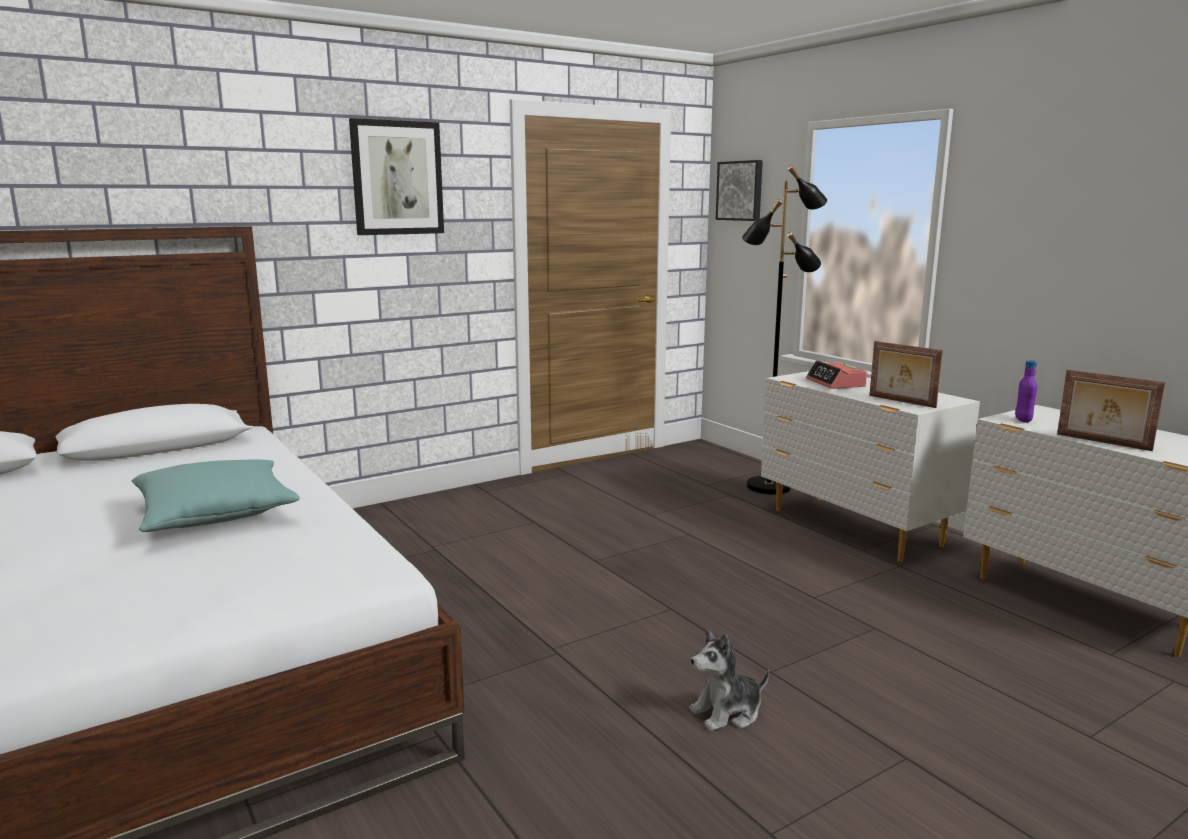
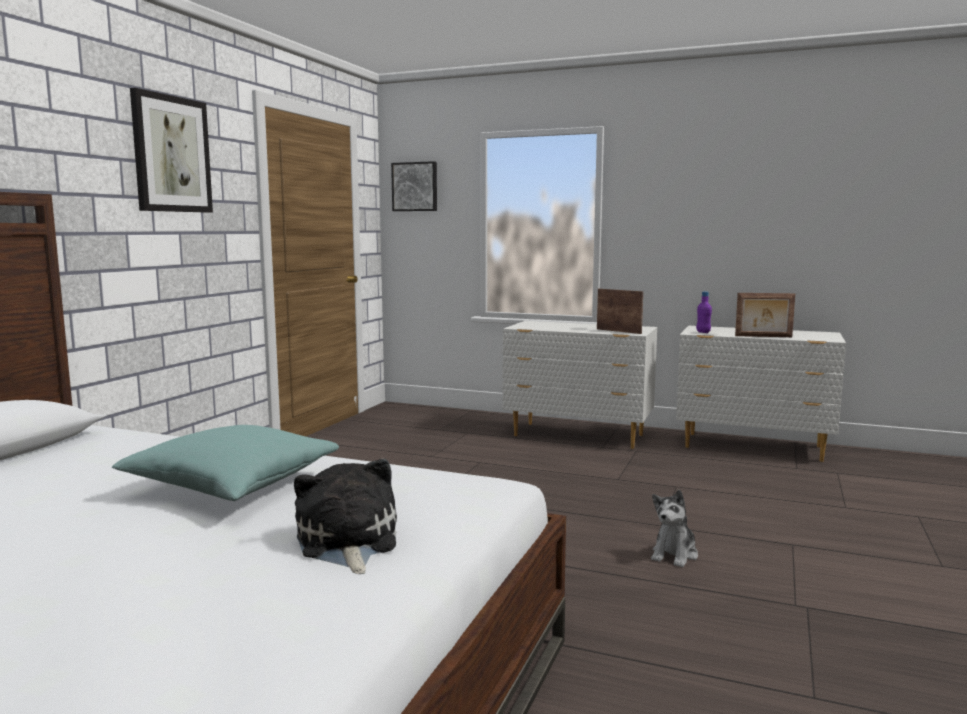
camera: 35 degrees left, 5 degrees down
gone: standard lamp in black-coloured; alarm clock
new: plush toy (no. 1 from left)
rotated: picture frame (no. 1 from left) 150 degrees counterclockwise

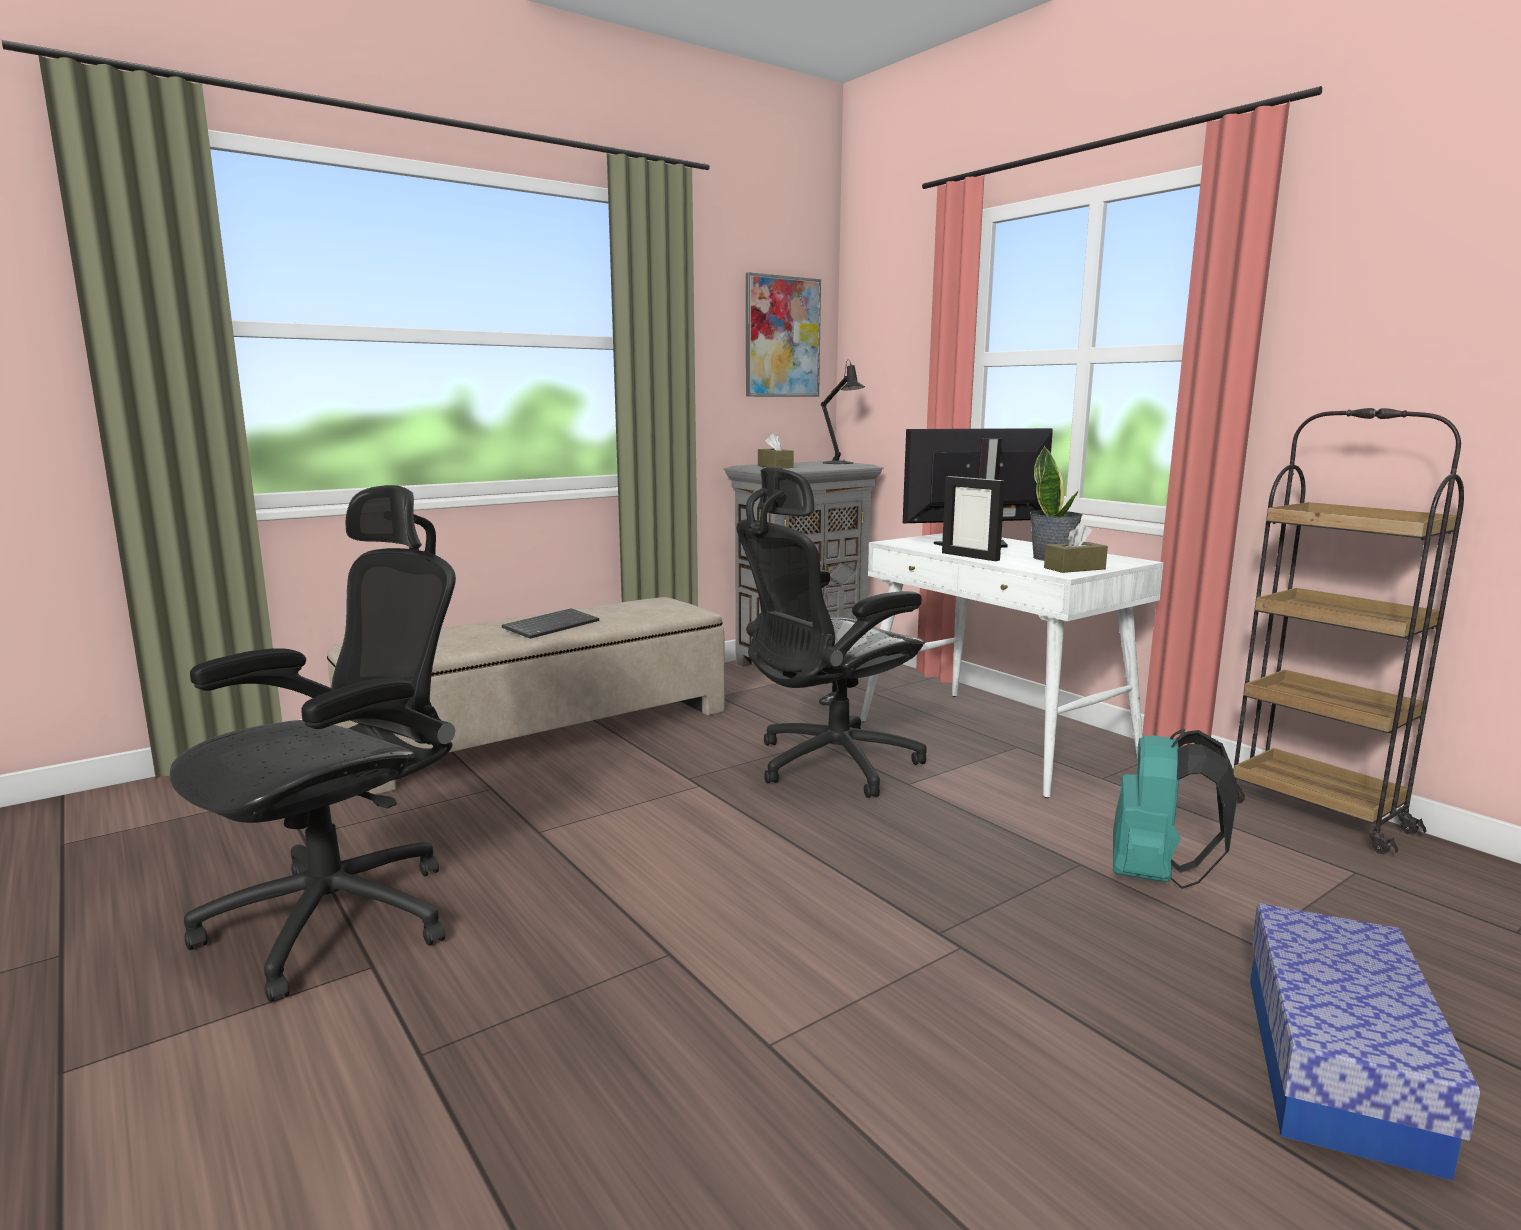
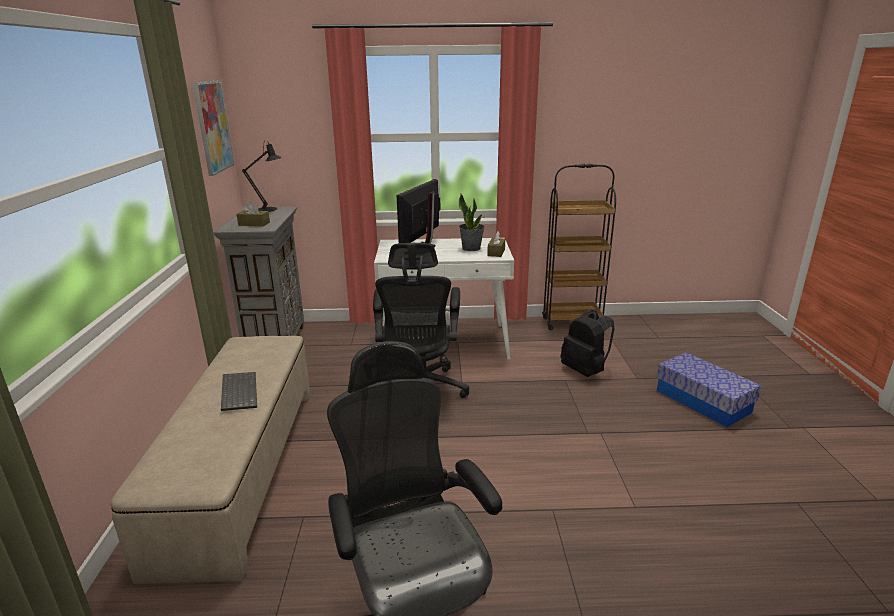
camera: 55 degrees left, 10 degrees up
gone: picture frame
repainted: rucksack in turquoise-coloured to rucksack in black-coloured

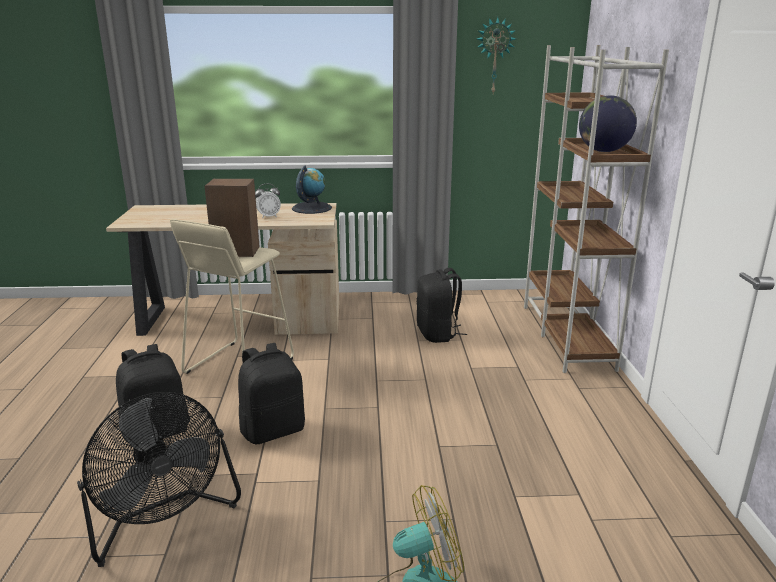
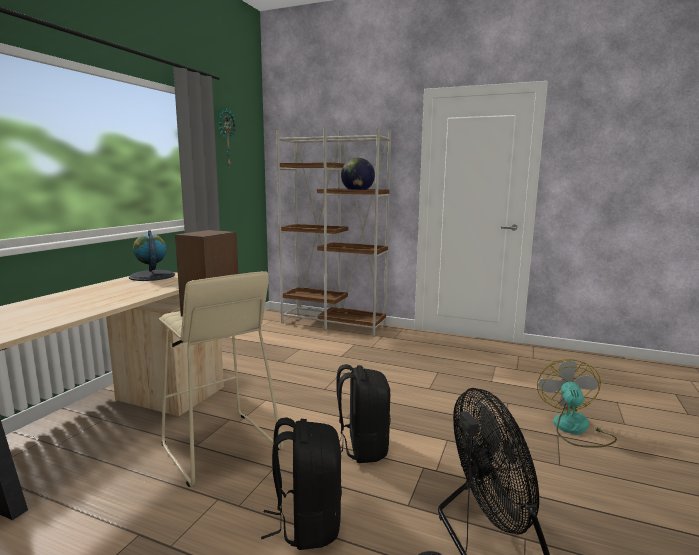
camera: 65 degrees left, 10 degrees down
gone: alarm clock; rucksack in black-coloured (no. 3 from left)

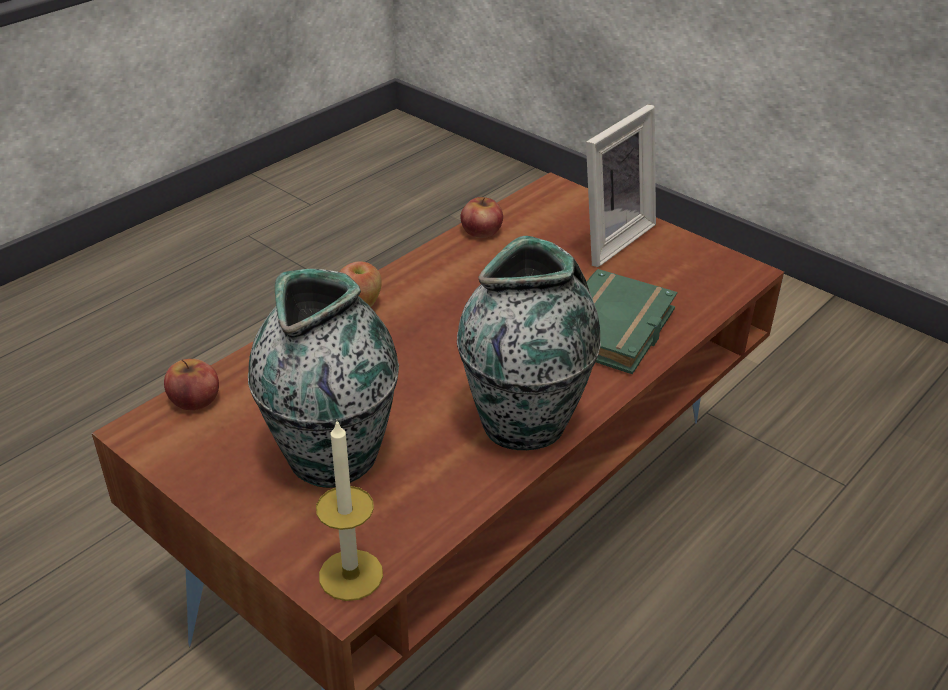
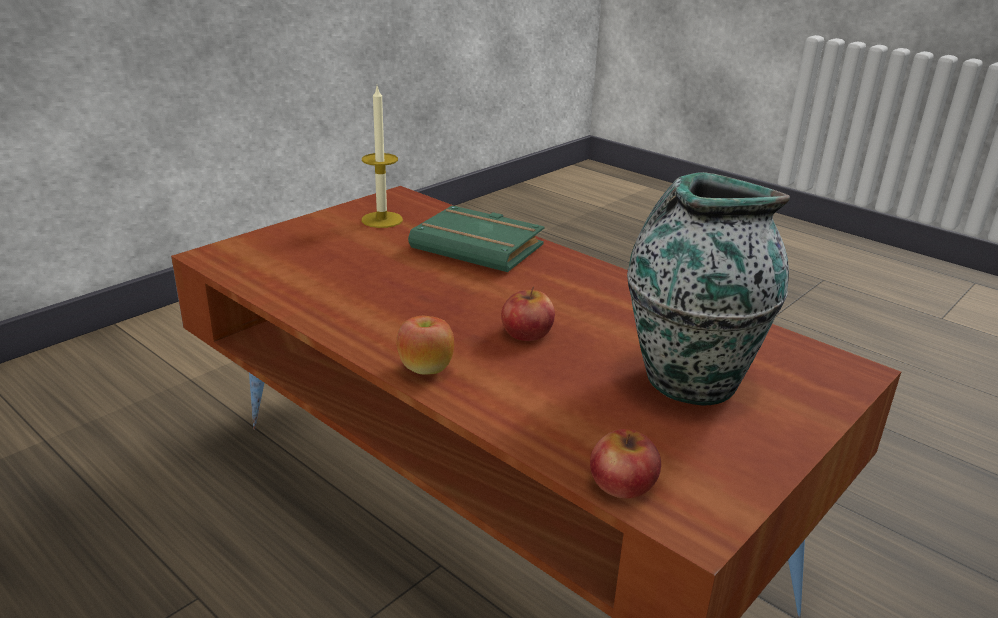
camera: 90 degrees left, 10 degrees down
gone: picture frame; flower vase (no. 2 from left)
shifted: whole apple (no. 3 from left in the first image) to whole apple (no. 2 from left); candle

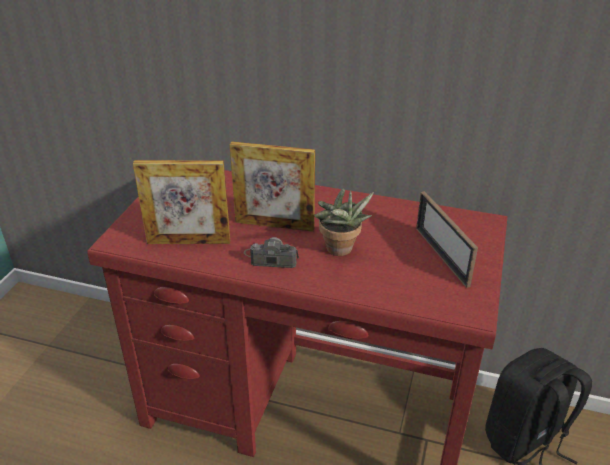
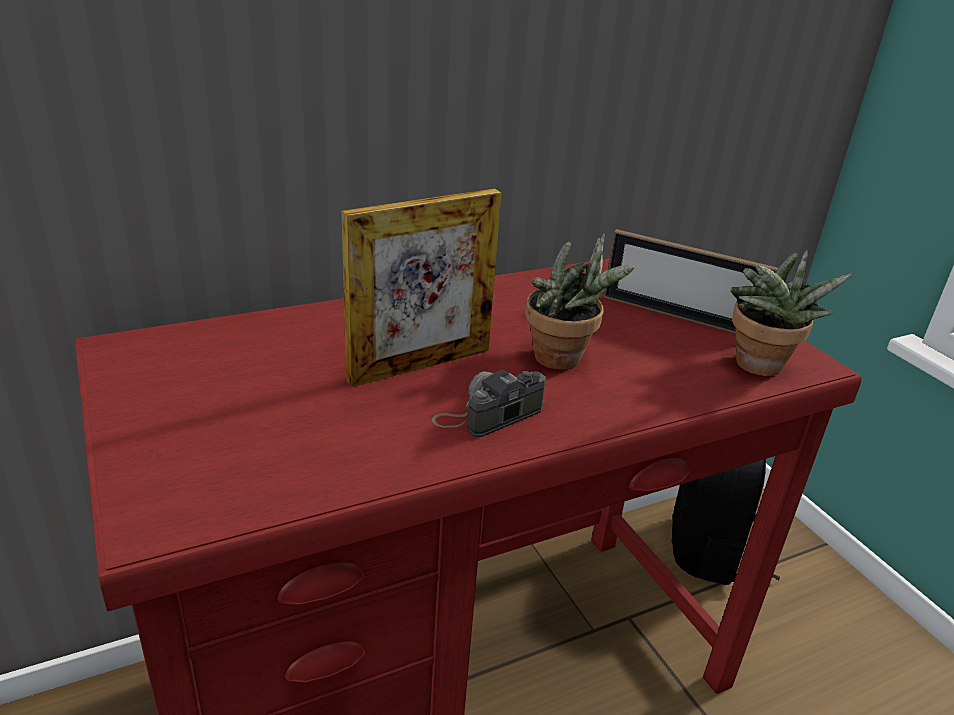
camera: 45 degrees left, 5 degrees down
gone: picture frame (no. 1 from left)
new: potted plant (no. 2 from left)

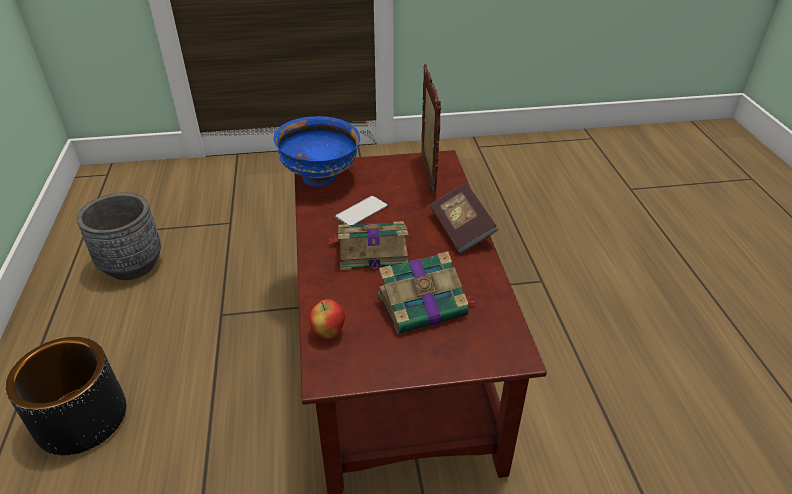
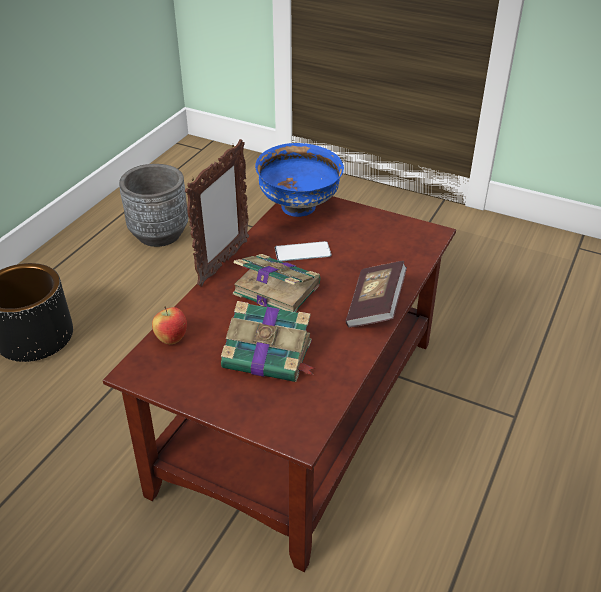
camera: 35 degrees right, 0 degrees up
shifted: picture frame

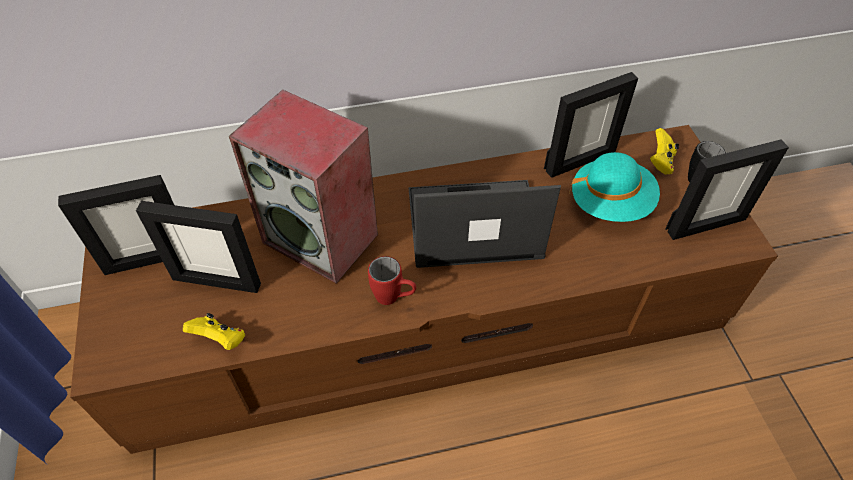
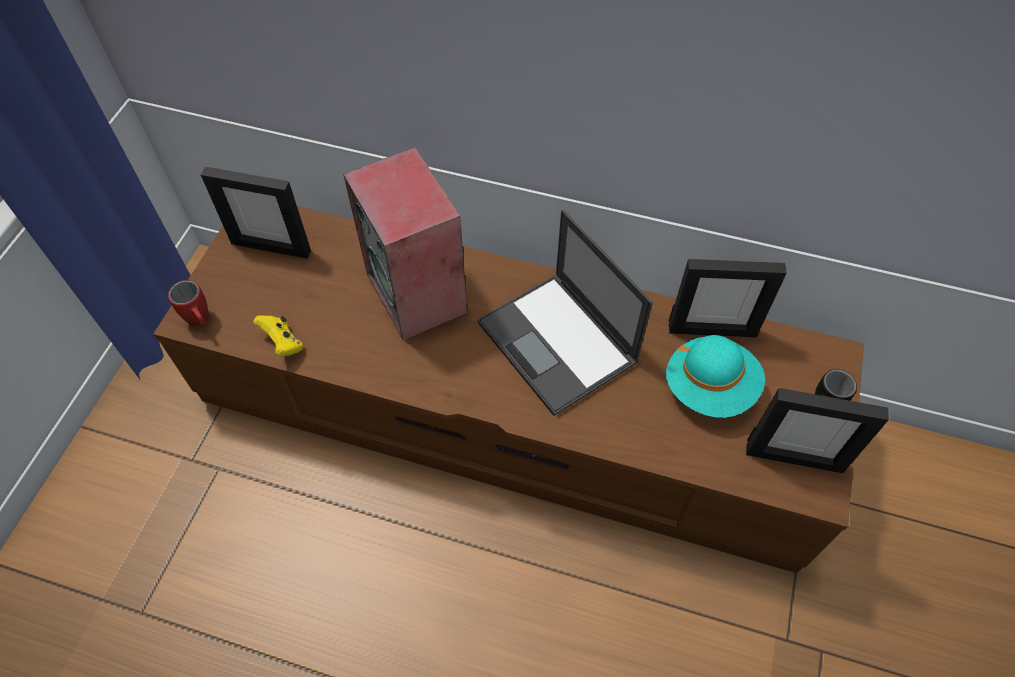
camera: 30 degrees right, 5 degrees up
gone: joypad in yellow (no. 2 from left); picture frame (no. 2 from left)
shifted: tea mug in red-coloured
rotated: laptop 150 degrees counterclockwise

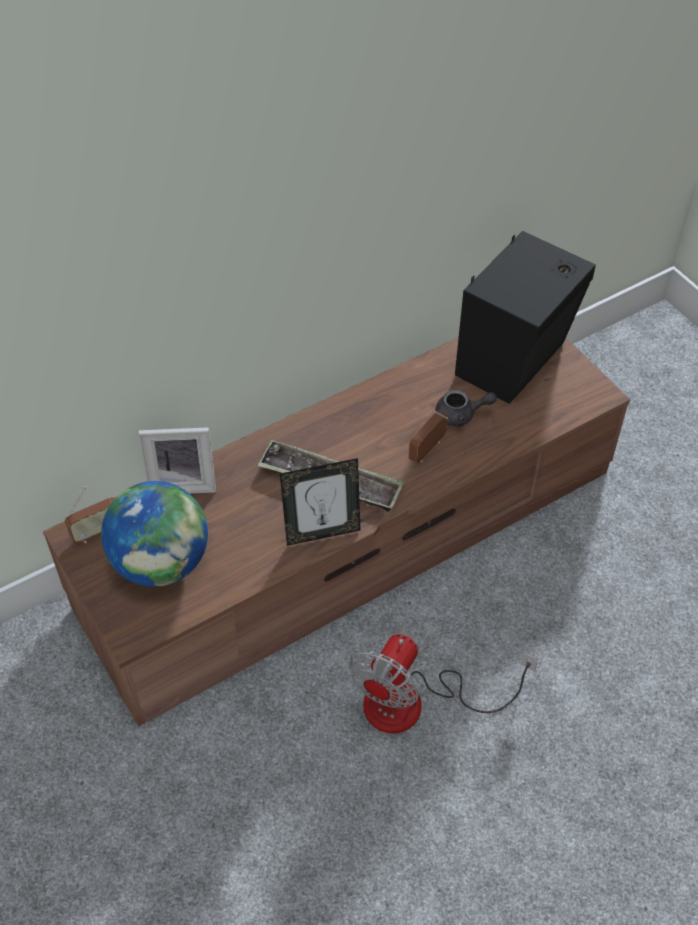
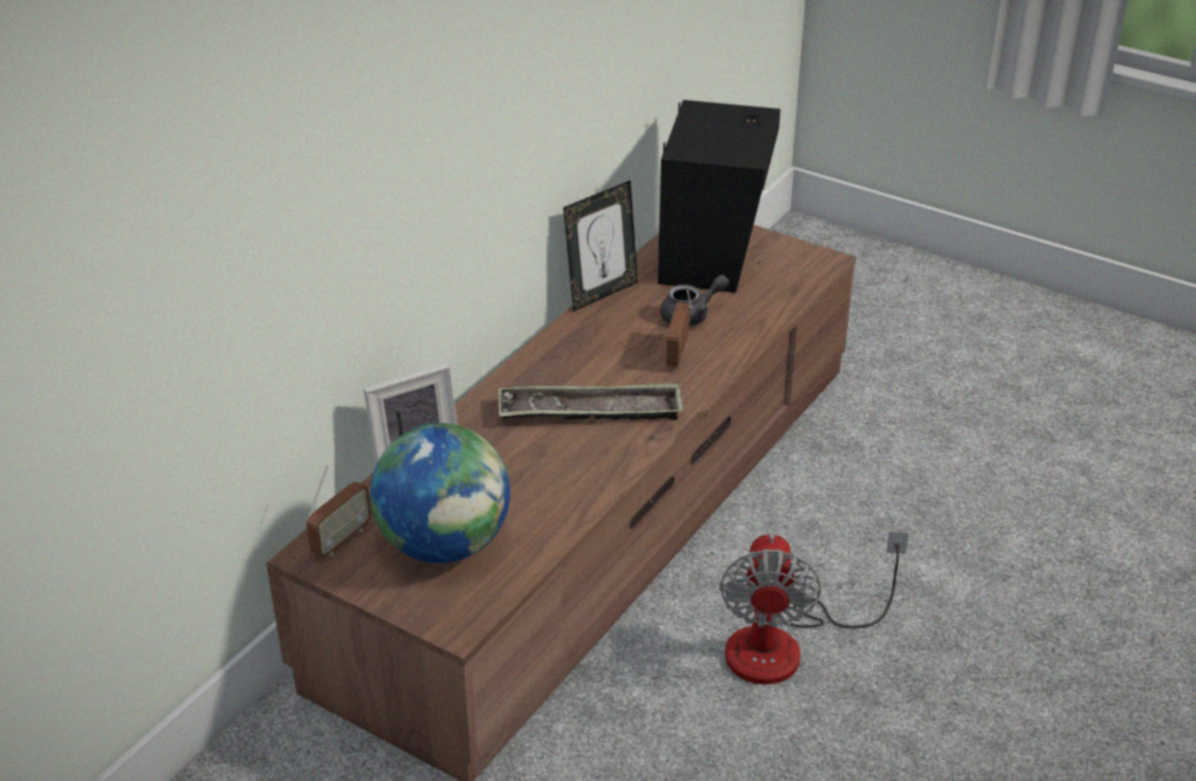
camera: 25 degrees left, 15 degrees down
shifted: picture frame (no. 2 from left)

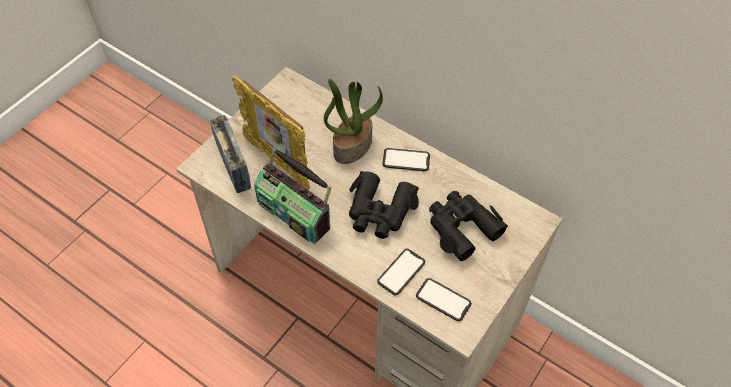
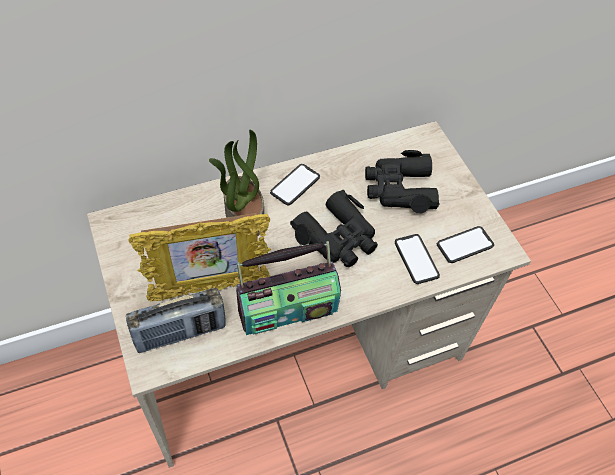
camera: 60 degrees left, 0 degrees up
rotated: radio set (no. 1 from left) 150 degrees clockwise

